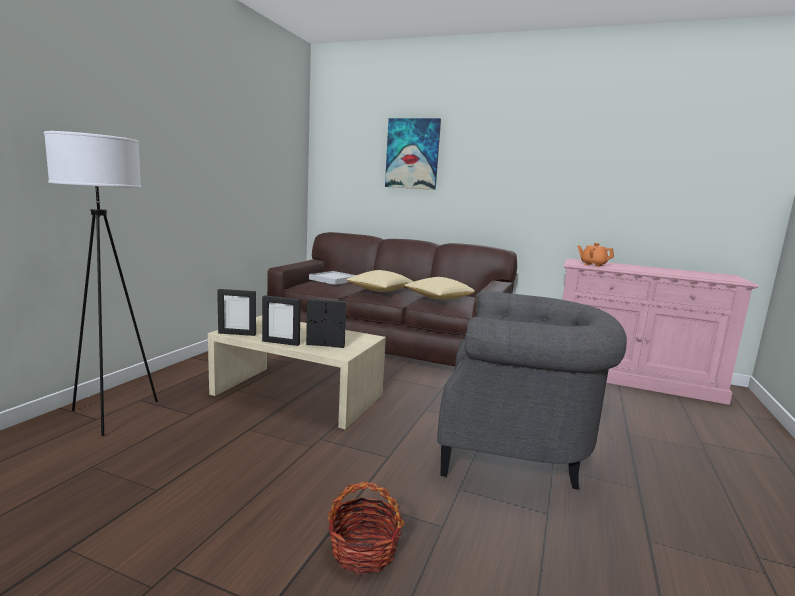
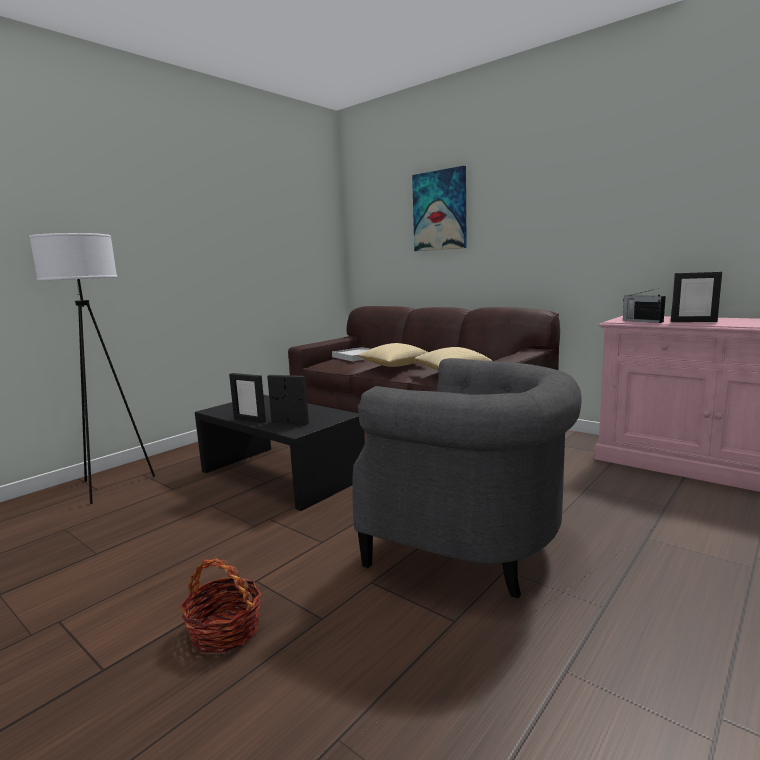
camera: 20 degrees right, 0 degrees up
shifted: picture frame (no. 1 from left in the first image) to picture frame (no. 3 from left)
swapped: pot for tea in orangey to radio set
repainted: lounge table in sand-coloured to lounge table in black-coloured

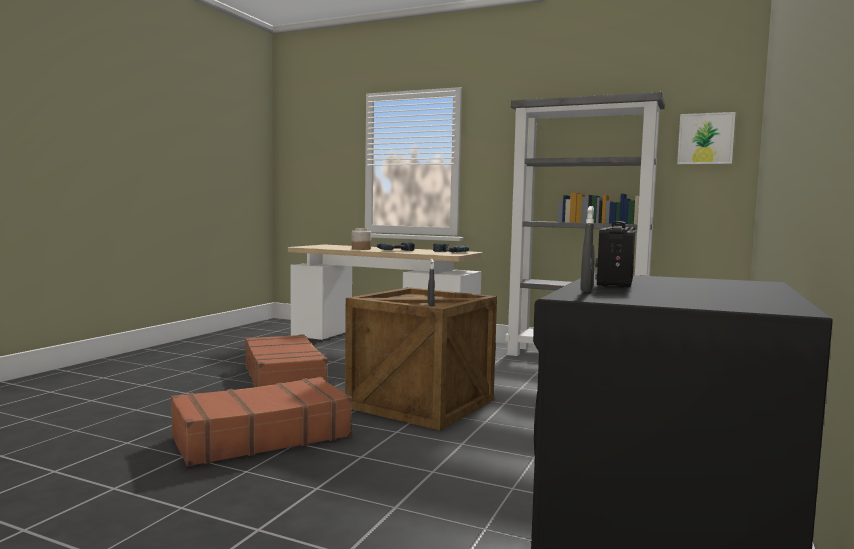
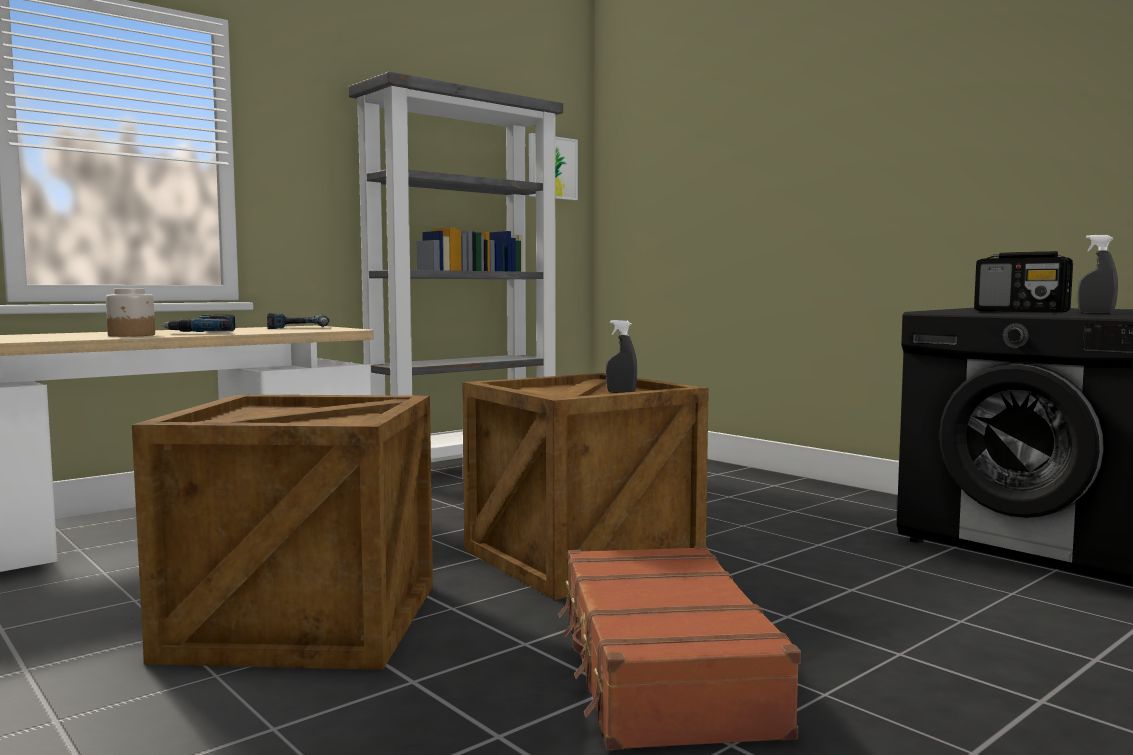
camera: 65 degrees left, 0 degrees up
swapped: travel case in brownish (no. 2 from left) to crate (no. 1 from left)

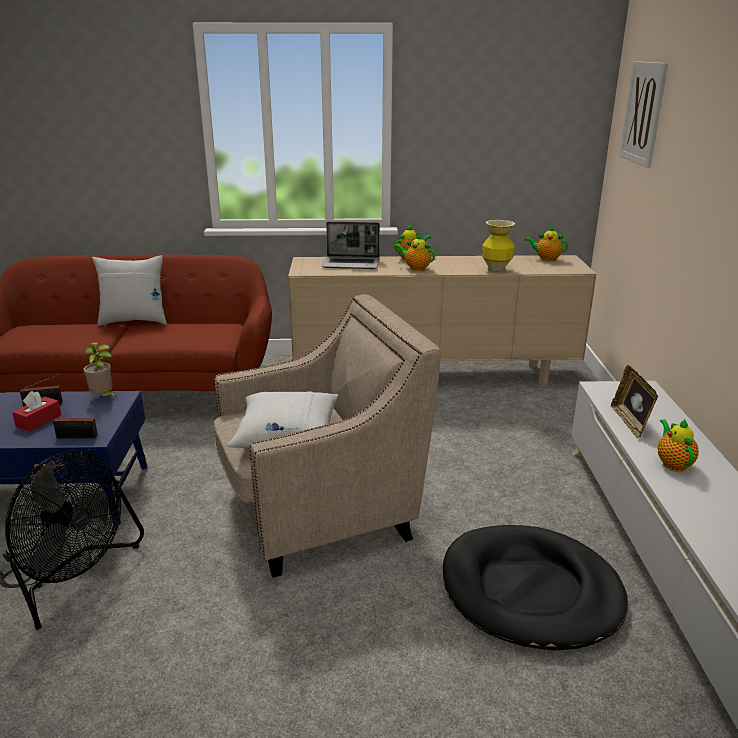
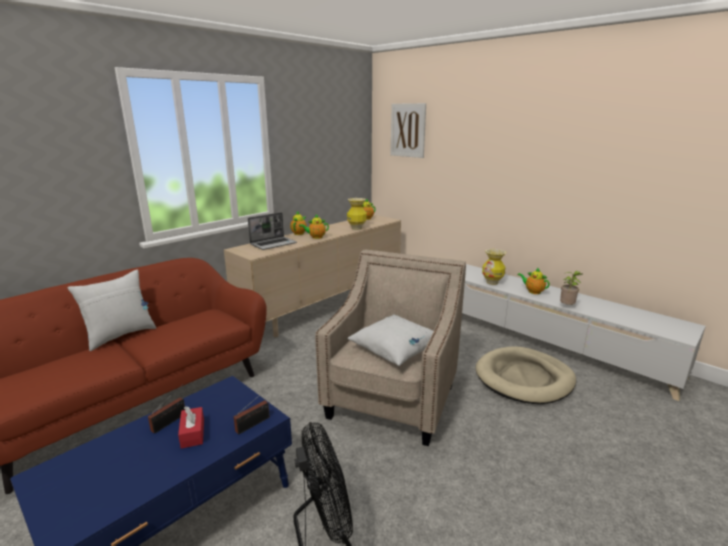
camera: 45 degrees left, 5 degrees down
shifted: potted plant
swapped: picture frame to flower vase (no. 2 from left)
repainted: dog cushion in black-coloured to dog cushion in sand-coloured

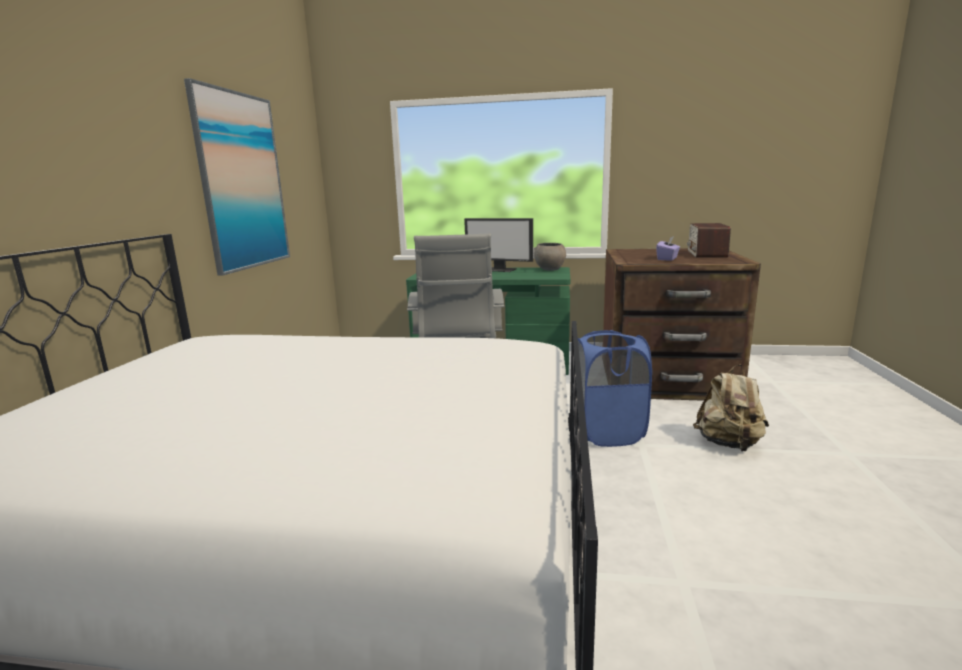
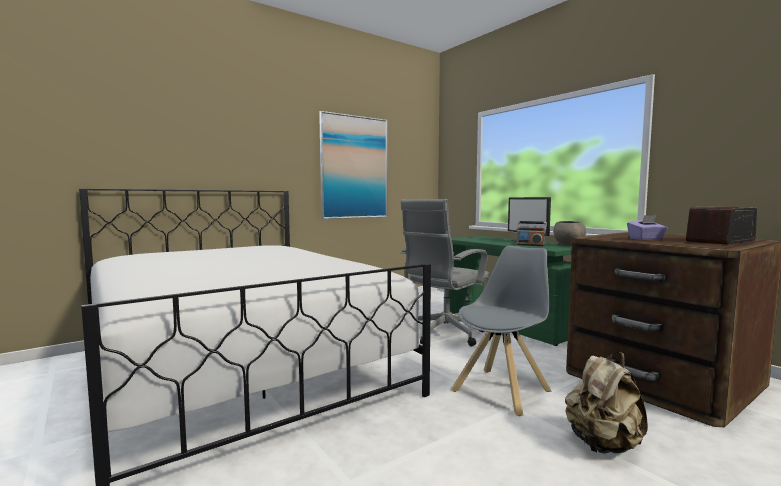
camera: 45 degrees right, 10 degrees down
new: radio set (no. 1 from left)
swapped: laundry basket in blue-coloured to upright chair in greyish

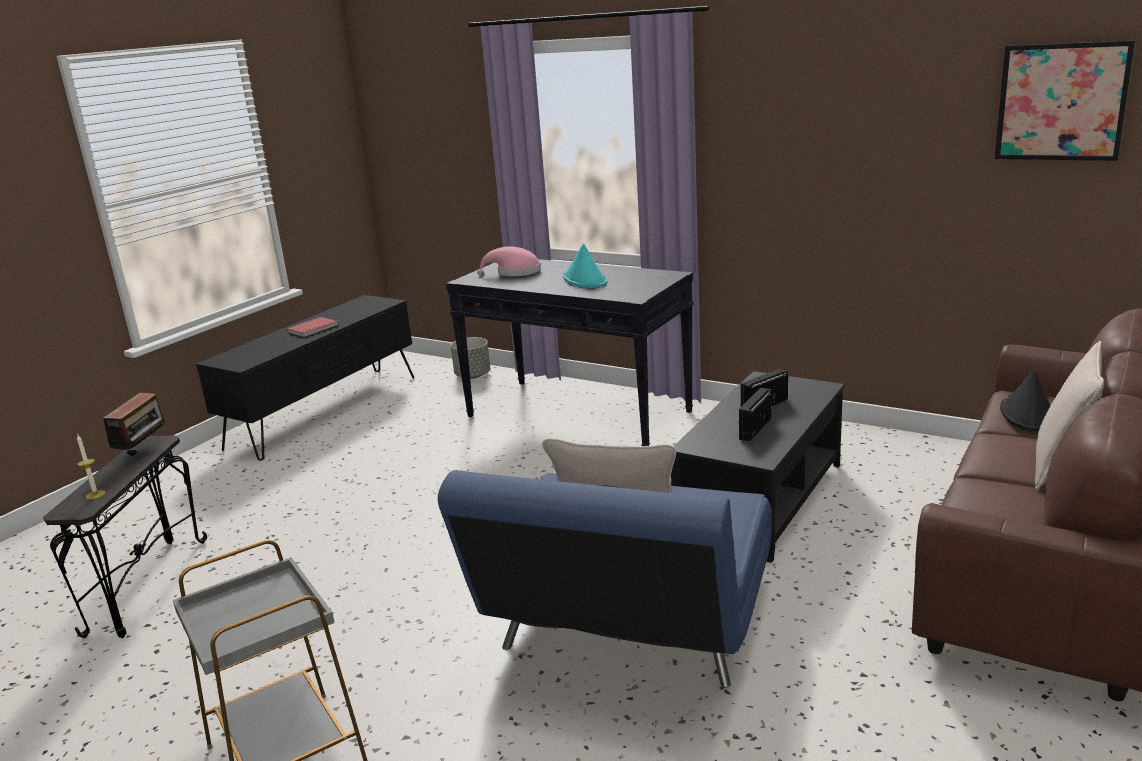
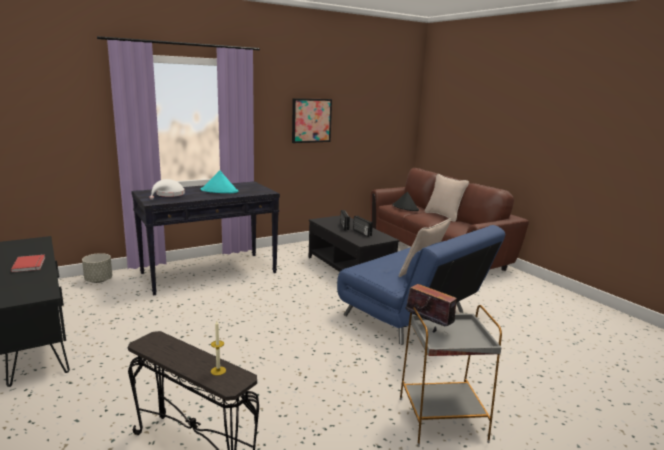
camera: 65 degrees left, 5 degrees down
shifted: wall picture; radio set (no. 1 from left in the first image) to radio set (no. 3 from left)
repainted: wearable hat in pinkish to wearable hat in white-coloured

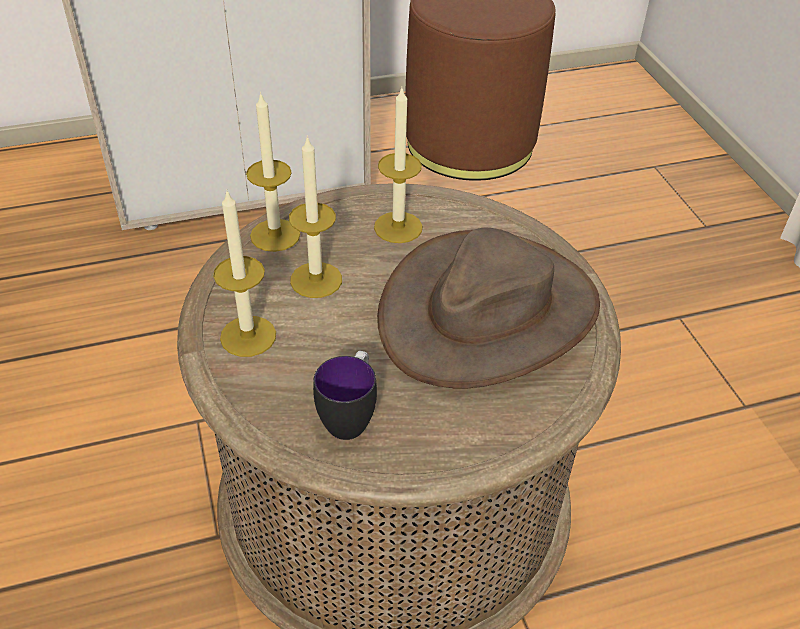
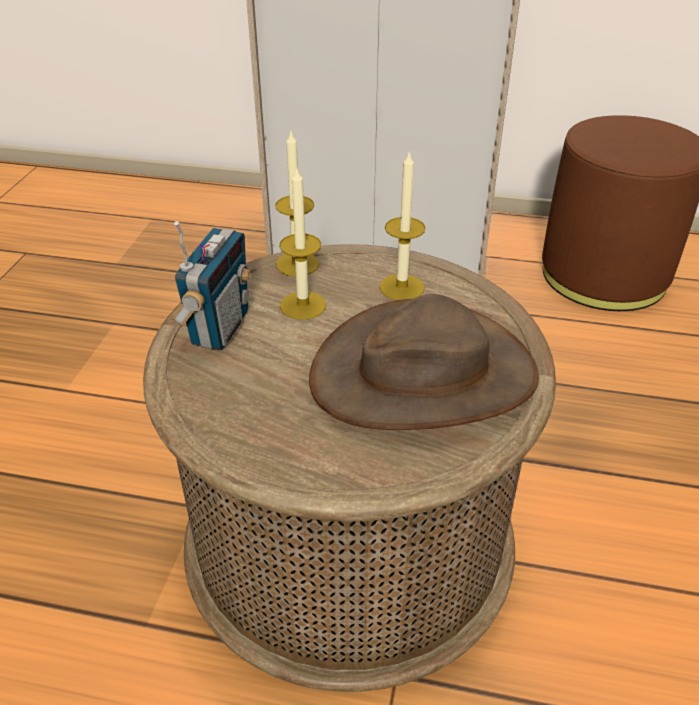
camera: 30 degrees right, 5 degrees down
gone: tea mug
swapped: candle (no. 1 from left) to radio set

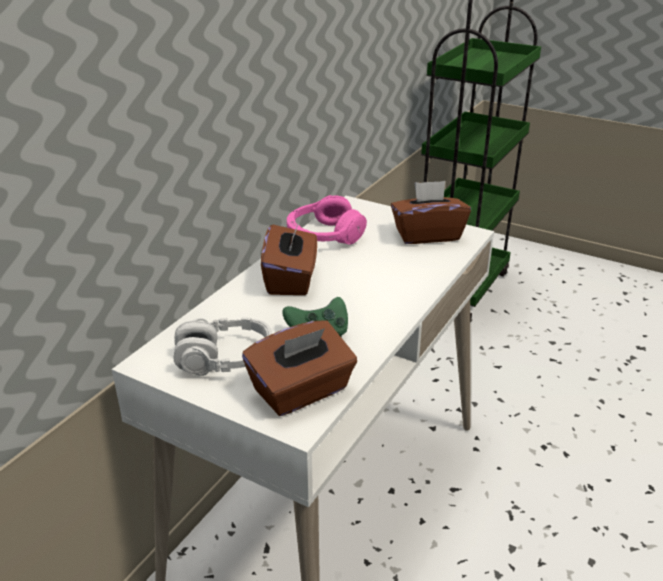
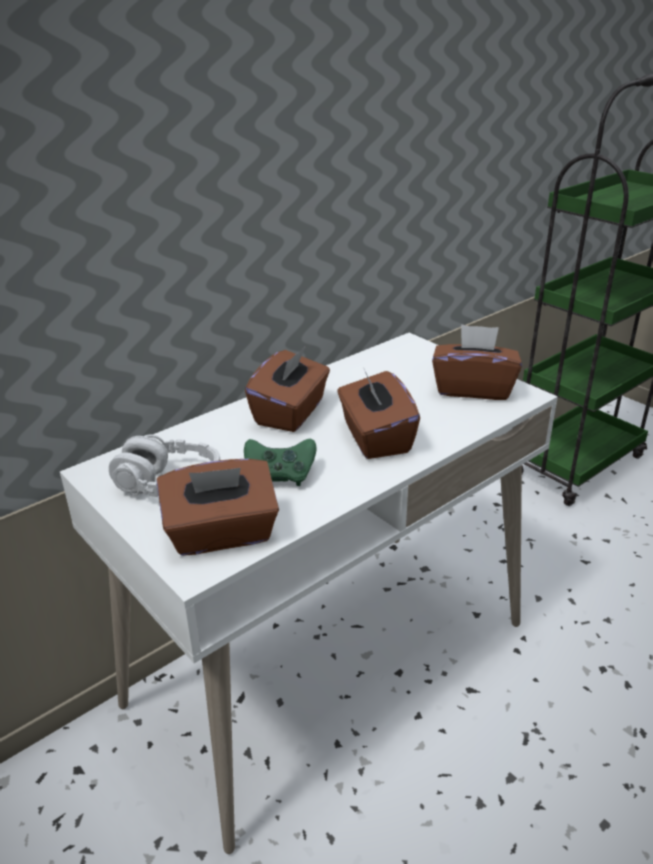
camera: 20 degrees right, 0 degrees up
gone: pair of headphones in pinkish
new: box of tissues in brownish (no. 3 from left)

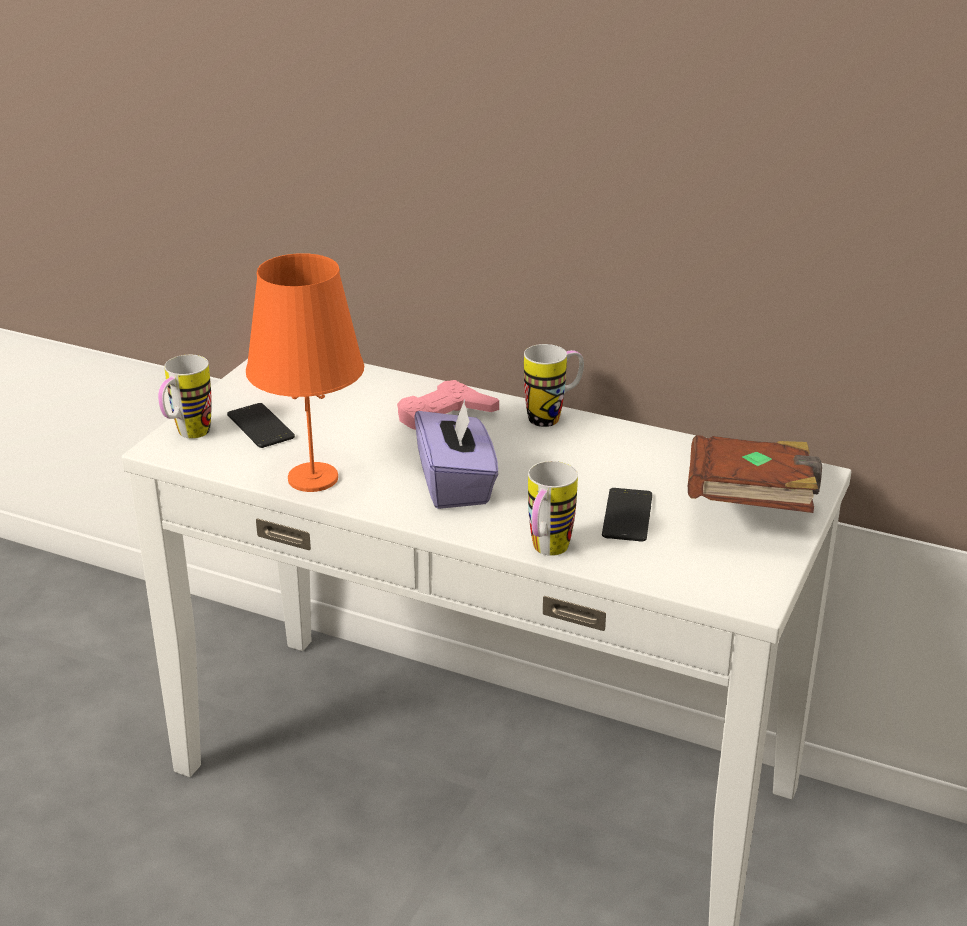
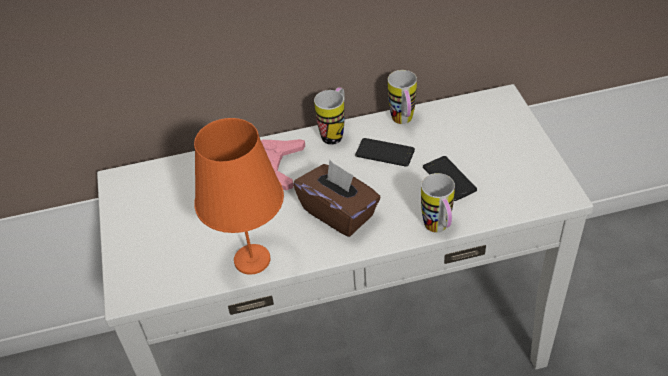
camera: 35 degrees left, 15 degrees up
gone: bound book in brownish
shifted: tea mug (no. 1 from left in the first image) to tea mug (no. 2 from left); telephone (no. 1 from left)
repainted: box of tissues in purple to box of tissues in brownish

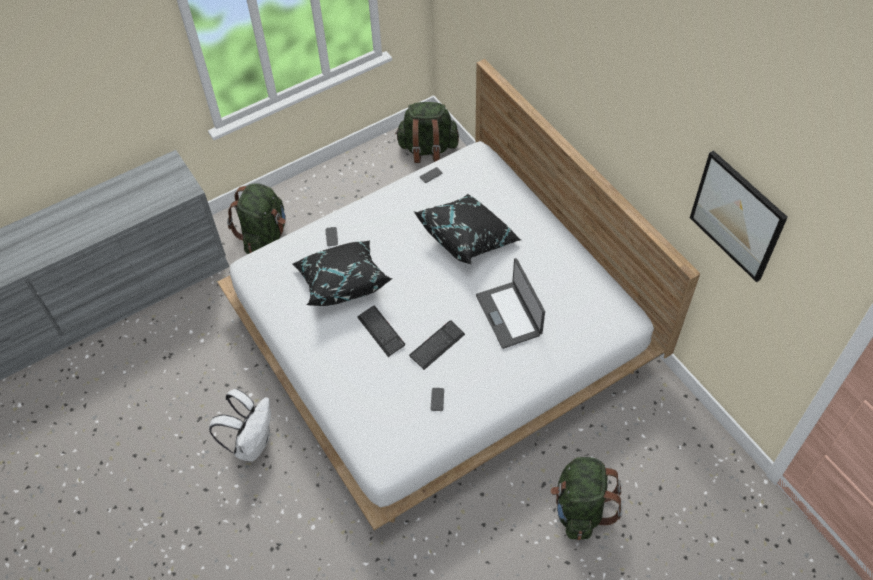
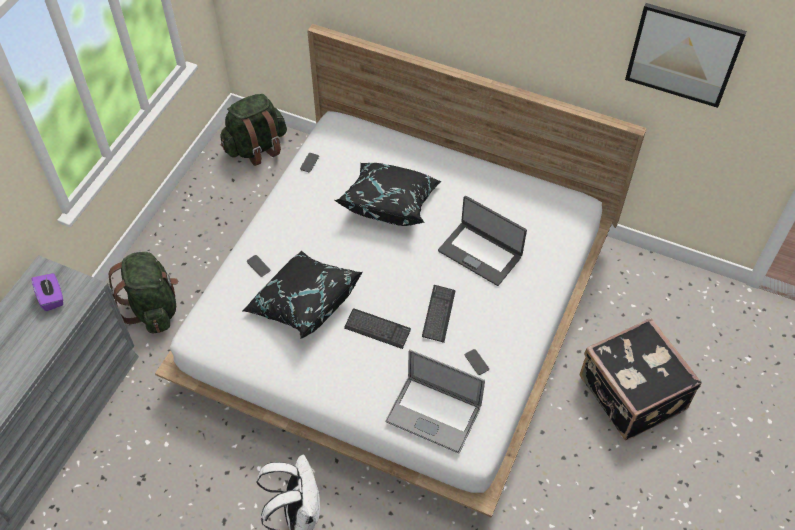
camera: 35 degrees left, 0 degrees up
new: box of tissues in purple; laptop (no. 1 from left)
swapped: rucksack in green (no. 3 from left) to travel case in black-coloured

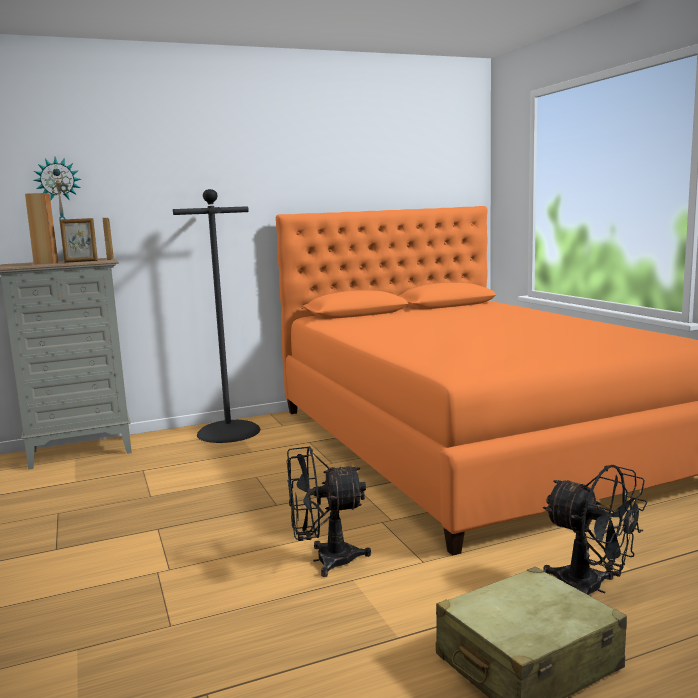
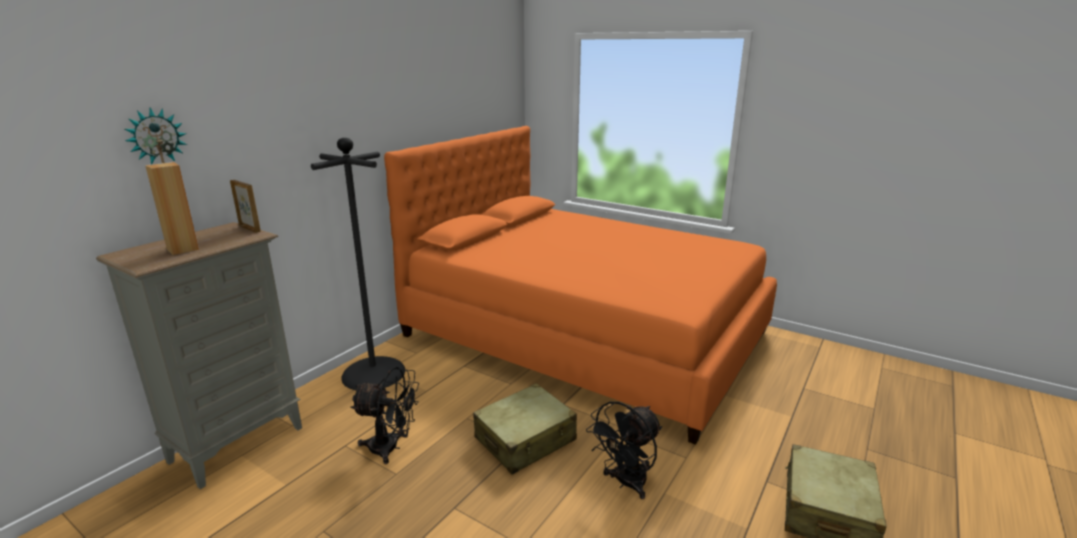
camera: 35 degrees left, 10 degrees up
gone: picture frame (no. 1 from left)
new: travel case in sand-coloured (no. 1 from left)
shifted: cooling fan in black-coloured (no. 2 from left in the first image) to cooling fan in black-coloured (no. 1 from left)

